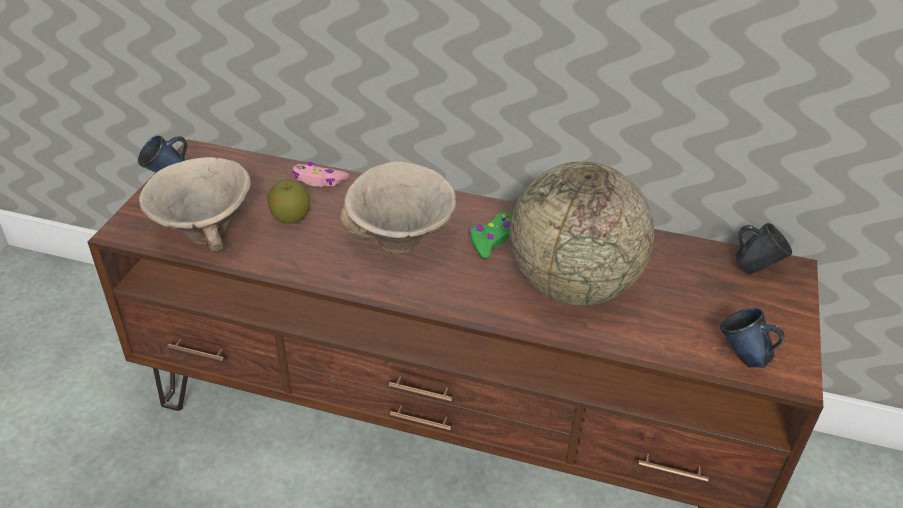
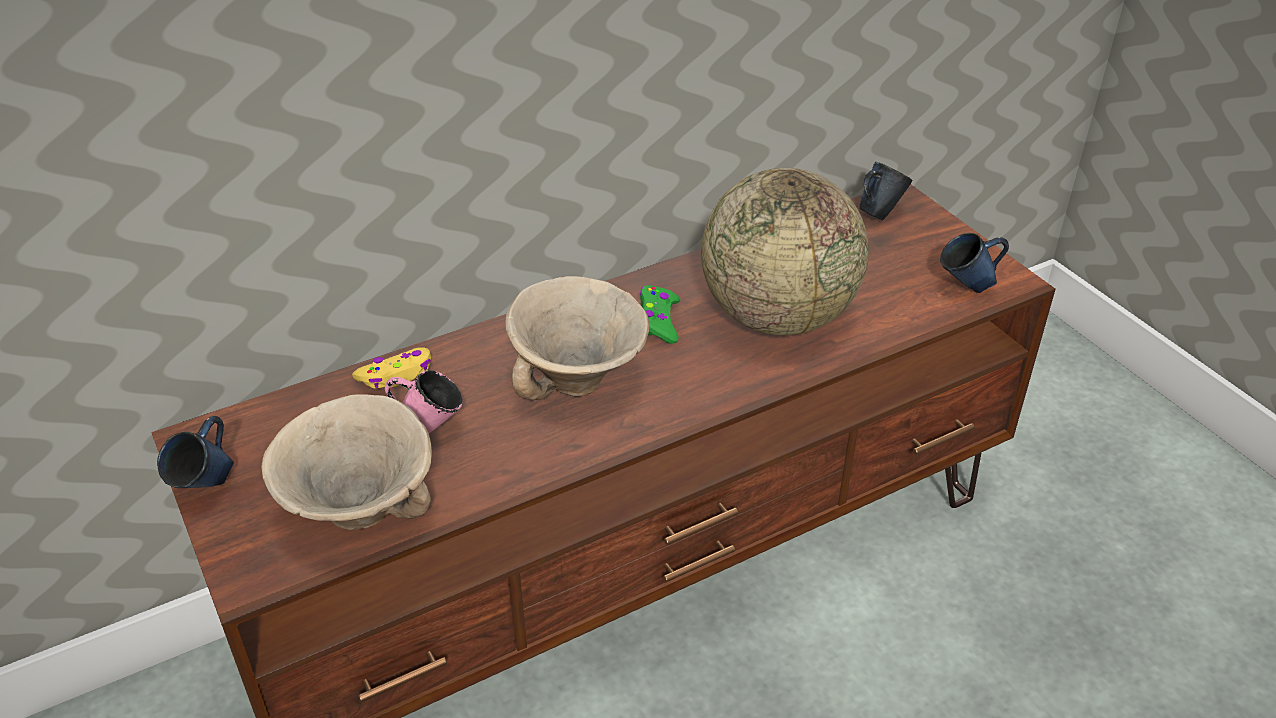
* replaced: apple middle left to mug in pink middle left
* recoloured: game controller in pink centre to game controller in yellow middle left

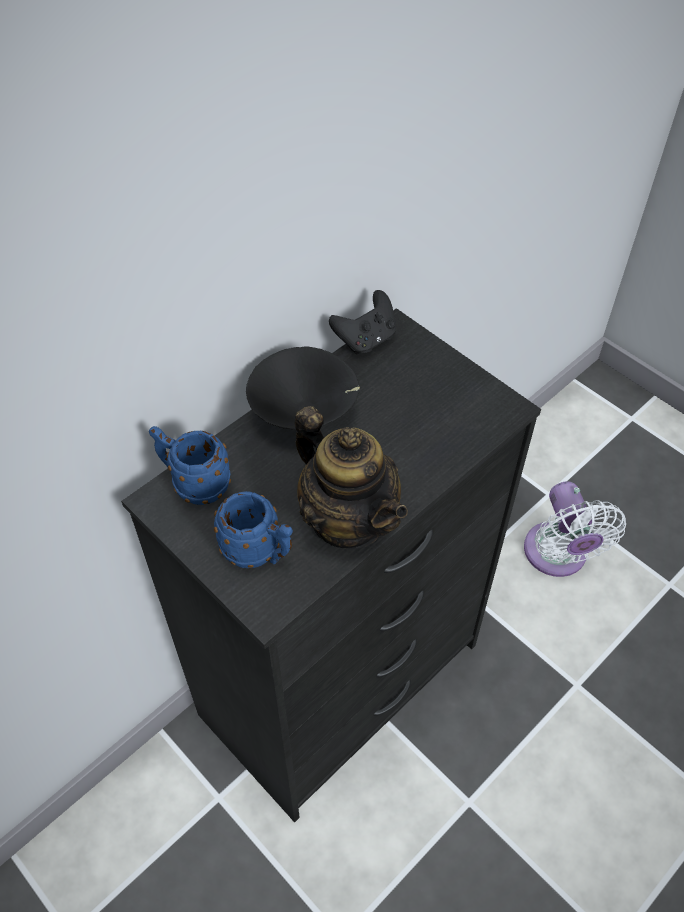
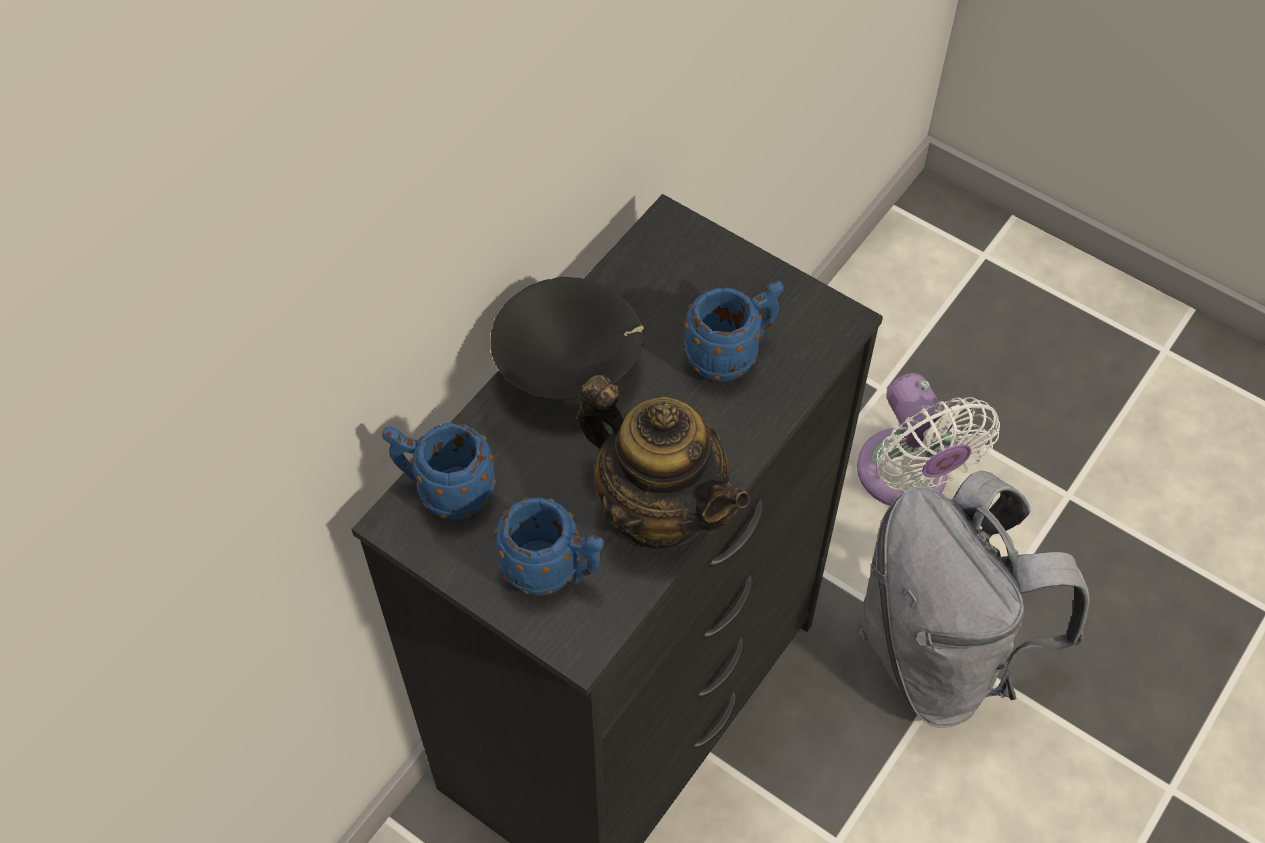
* removed: game controller in black centre
* added: mug in blue (3rd from left) centre
* added: backpack in grey bottom right

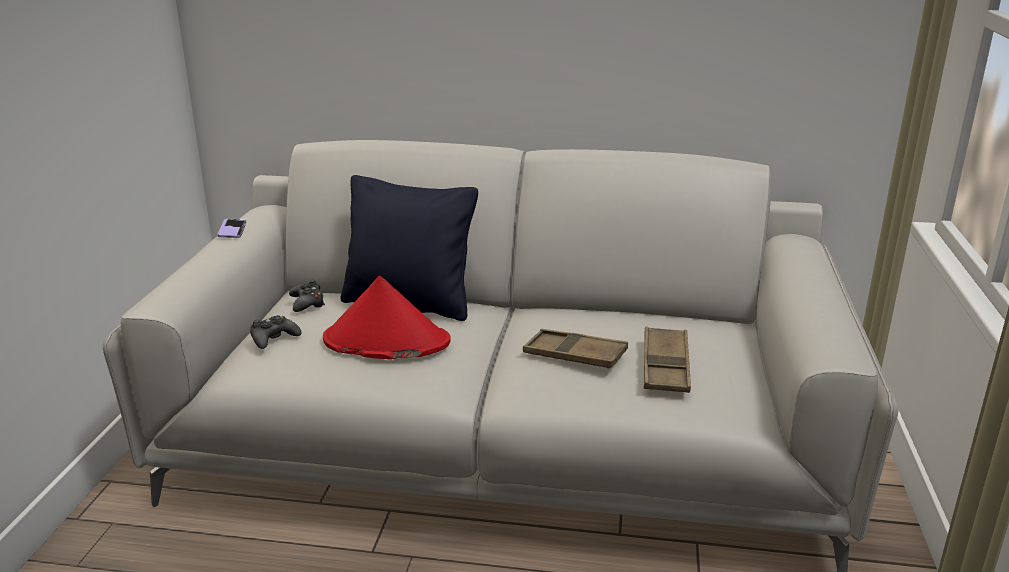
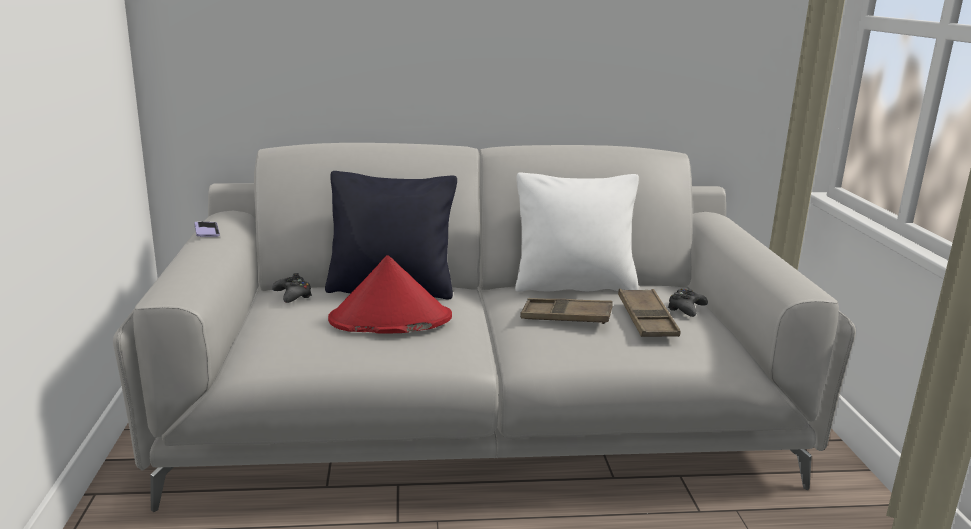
* moved: game controller in black (1st from left in the first image) middle left to game controller in black (2nd from left) middle right
* added: pillow in white centre

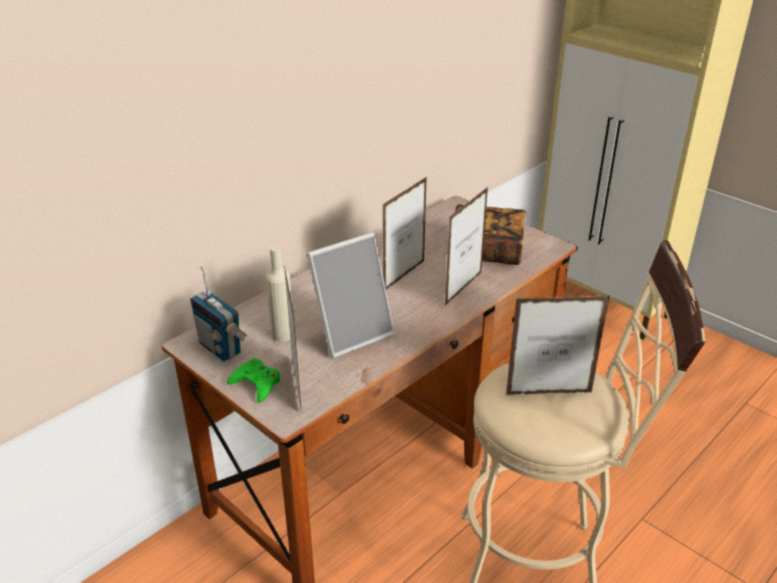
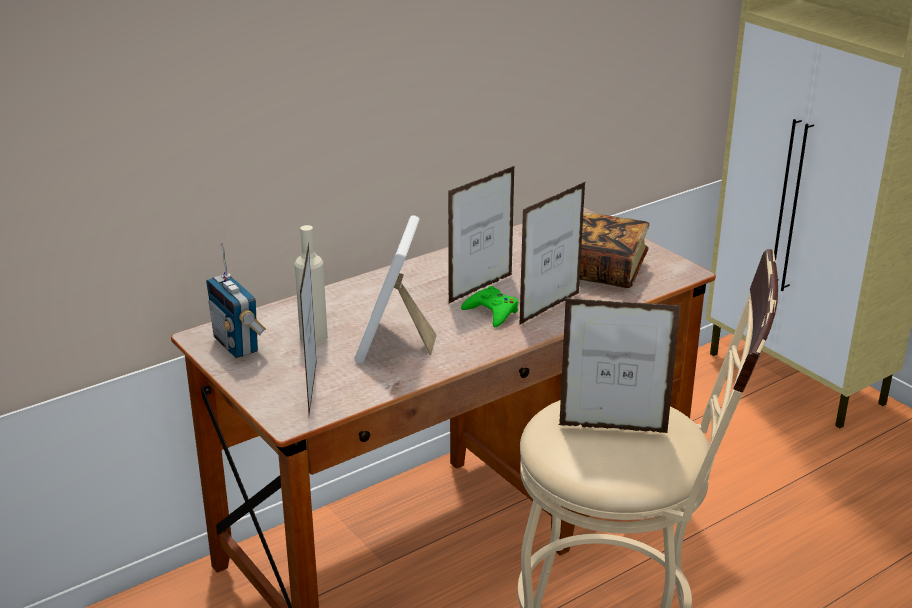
* moved: game controller in green middle left to centre
* turned: picture frame (2nd from left) centre = centre 120 degrees clockwise

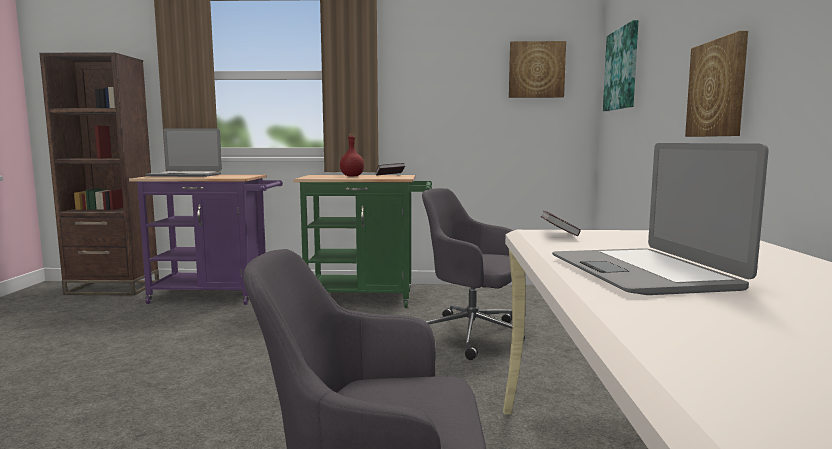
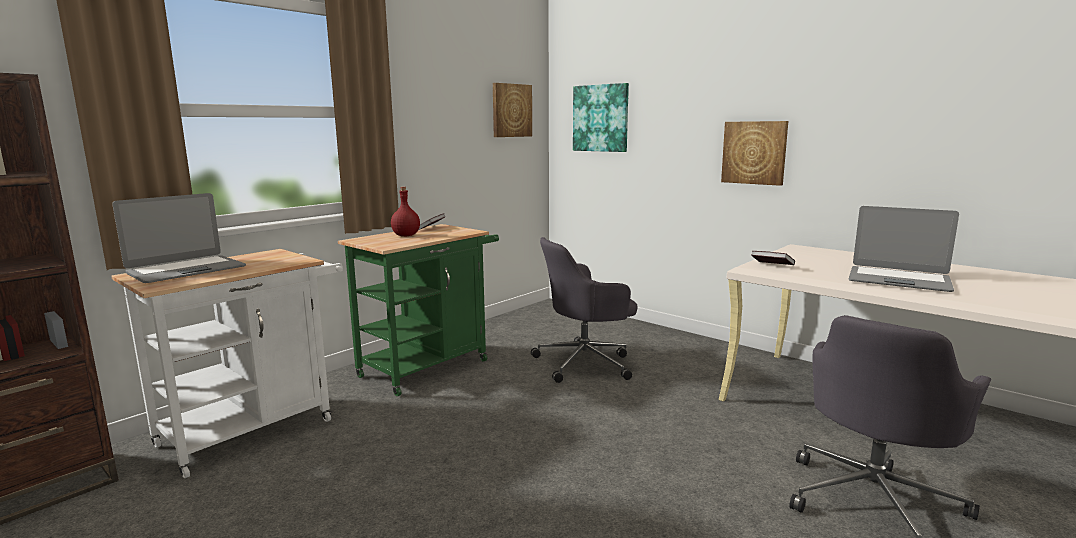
* recoloured: cart in purple middle left to cart in white bottom left

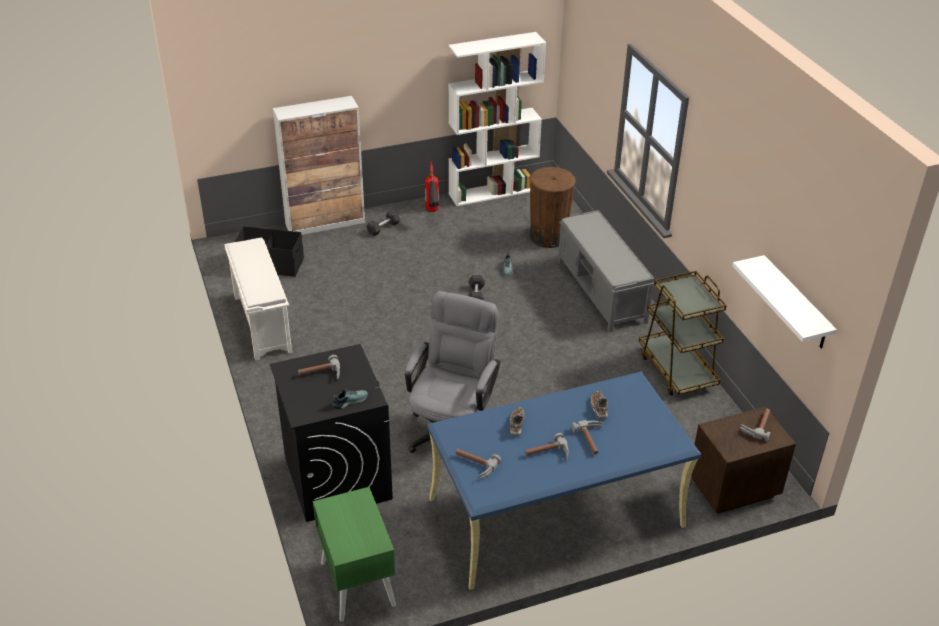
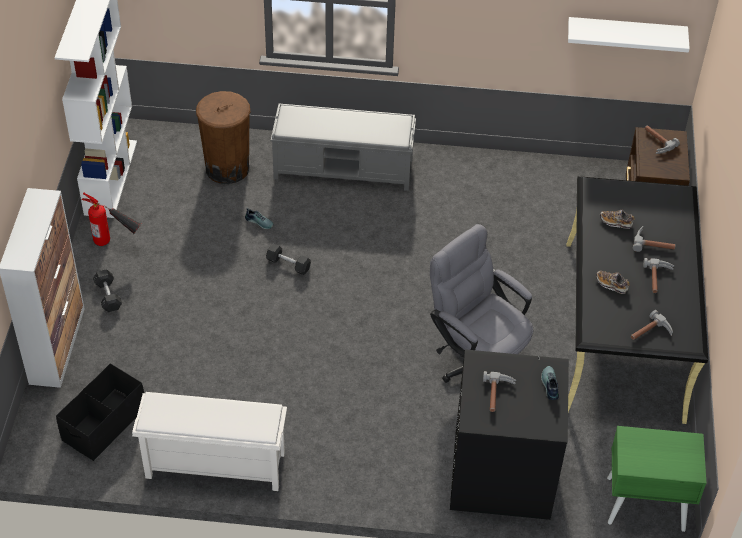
* recoloured: desk in blue bottom centre to desk in black middle right
* removed: cart in brown middle right

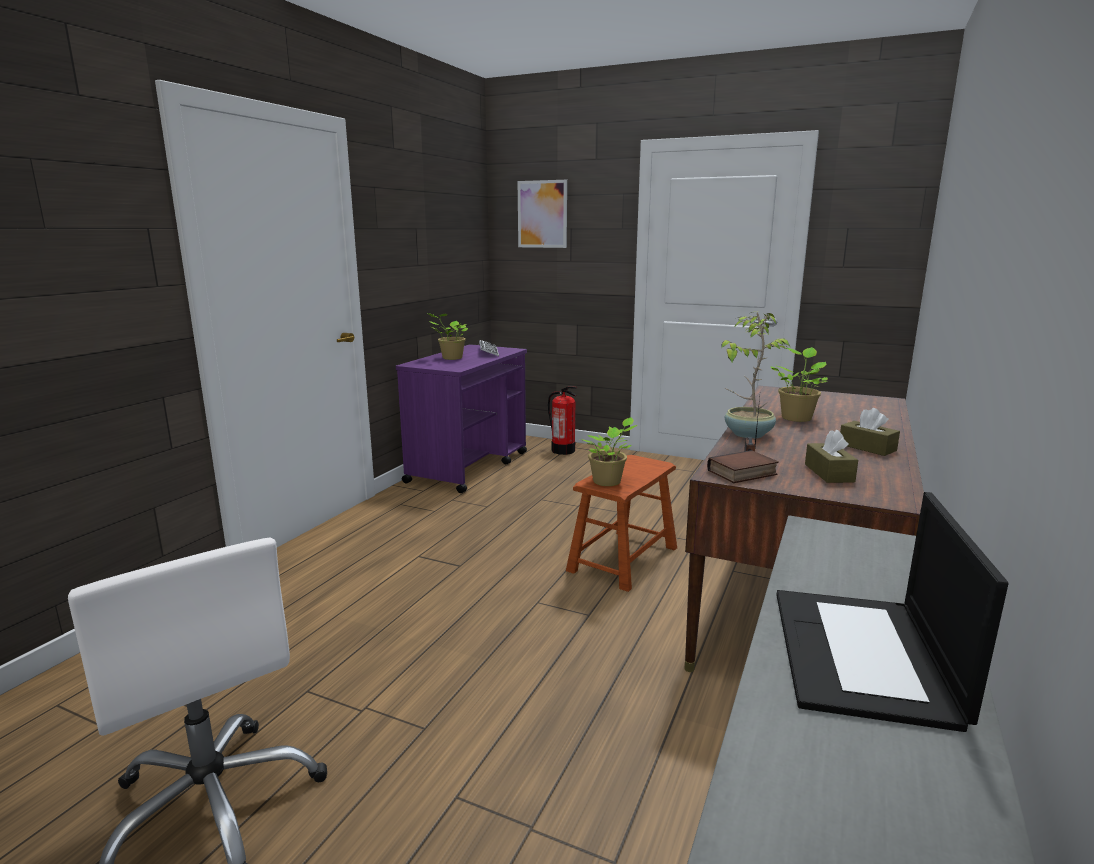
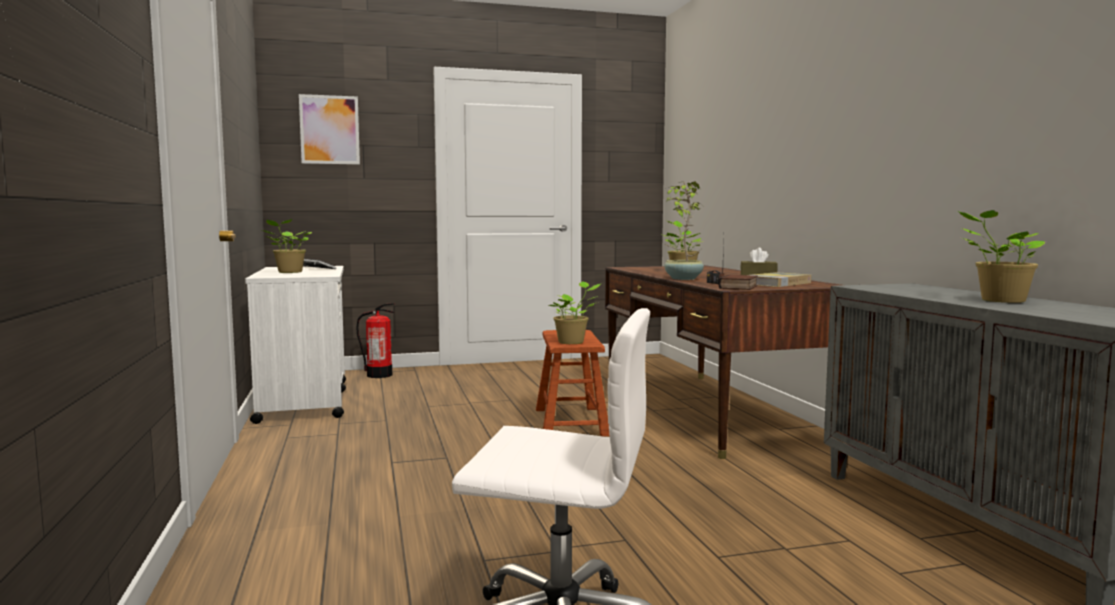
* recoloured: cart in purple centre to cart in white middle left
* replaced: laptop bottom right to potted plant (5th from left) middle right
* replaced: tissue box in brown (1st from left) middle right to book (2nd from left) middle right

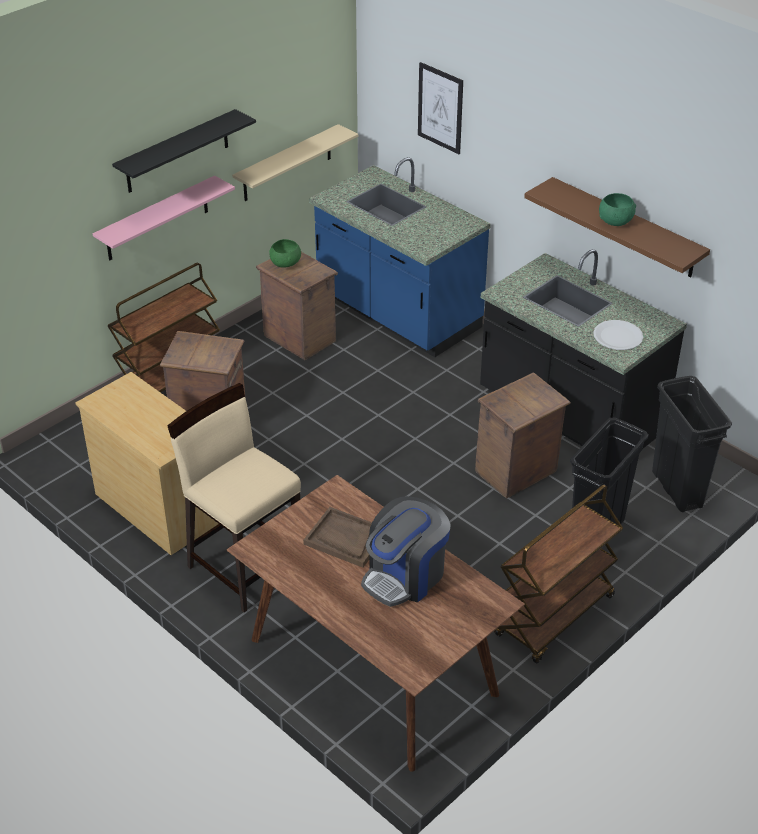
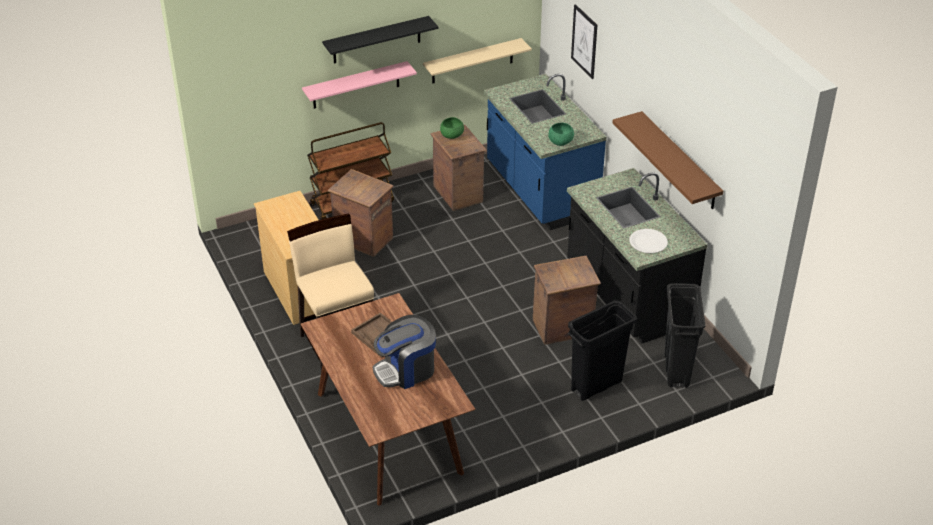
* removed: cart in brown (2nd from left) bottom right
* moved: bowl in green (2nd from left) top right to top centre

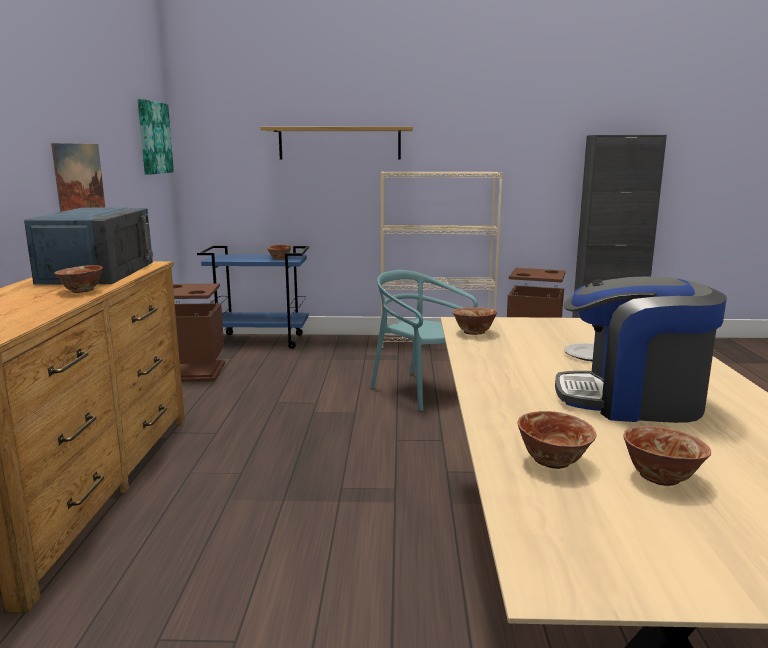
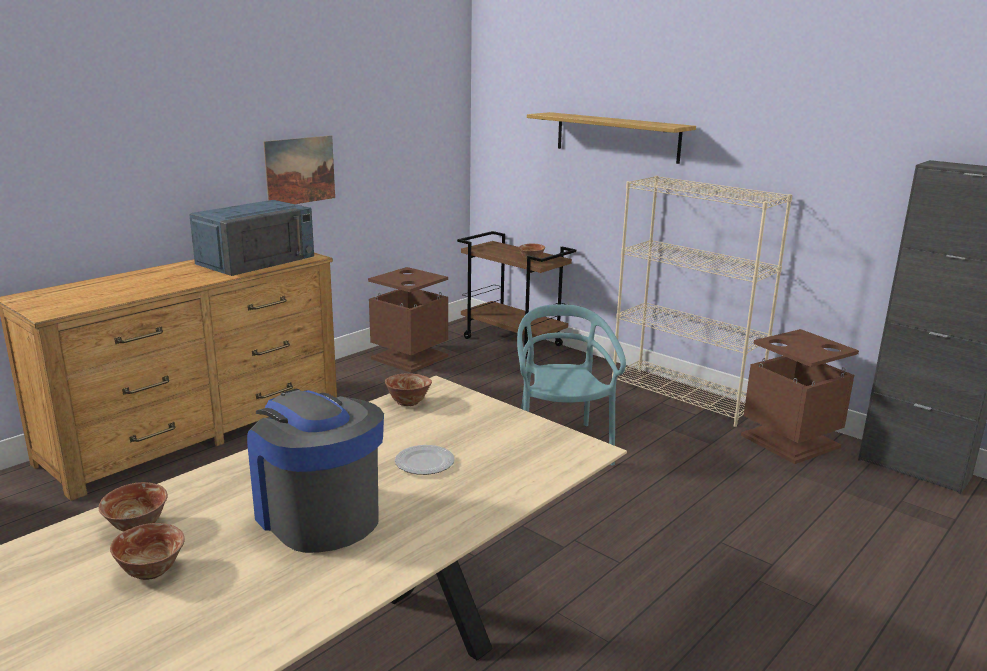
* removed: bowl (1st from left) middle left
* removed: picture (2nd from left) top left
* recoloured: cart in blue middle left to cart in brown centre

